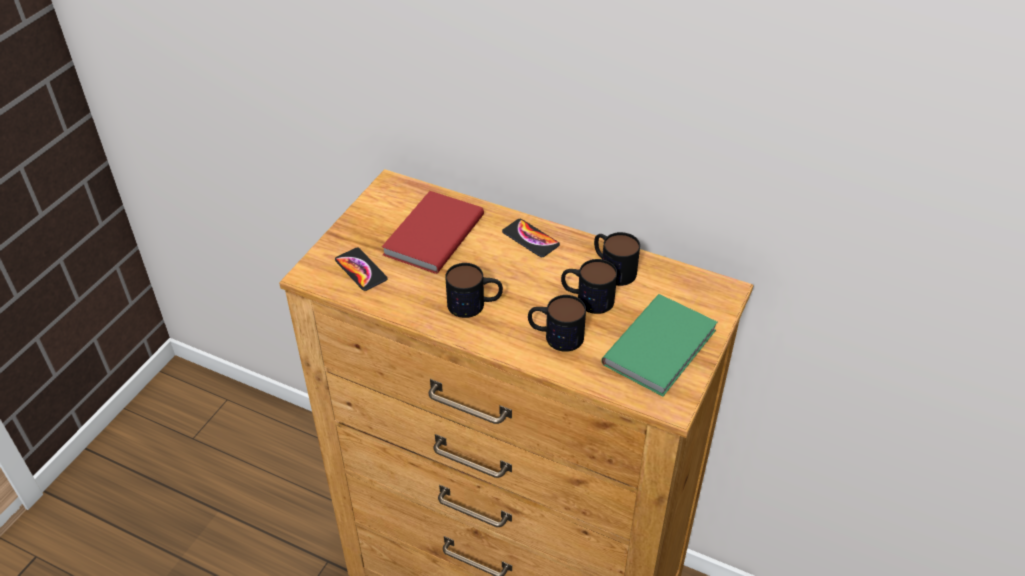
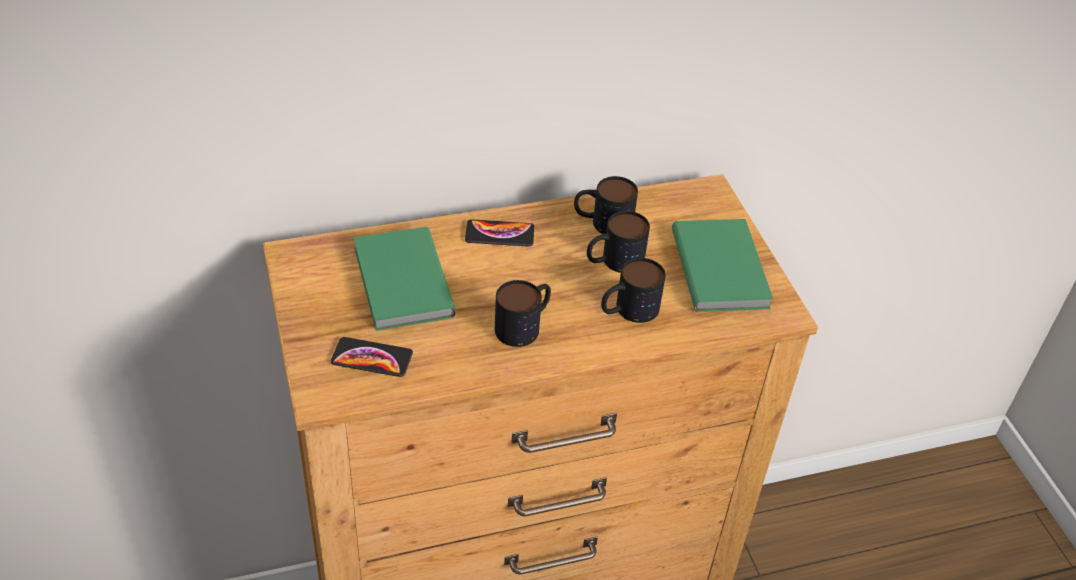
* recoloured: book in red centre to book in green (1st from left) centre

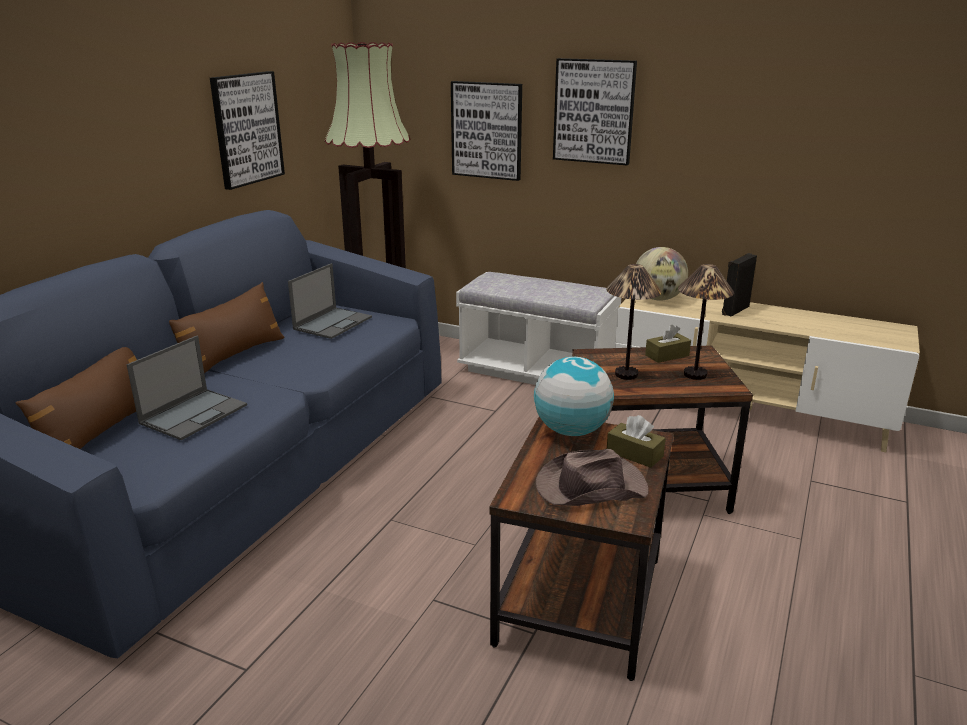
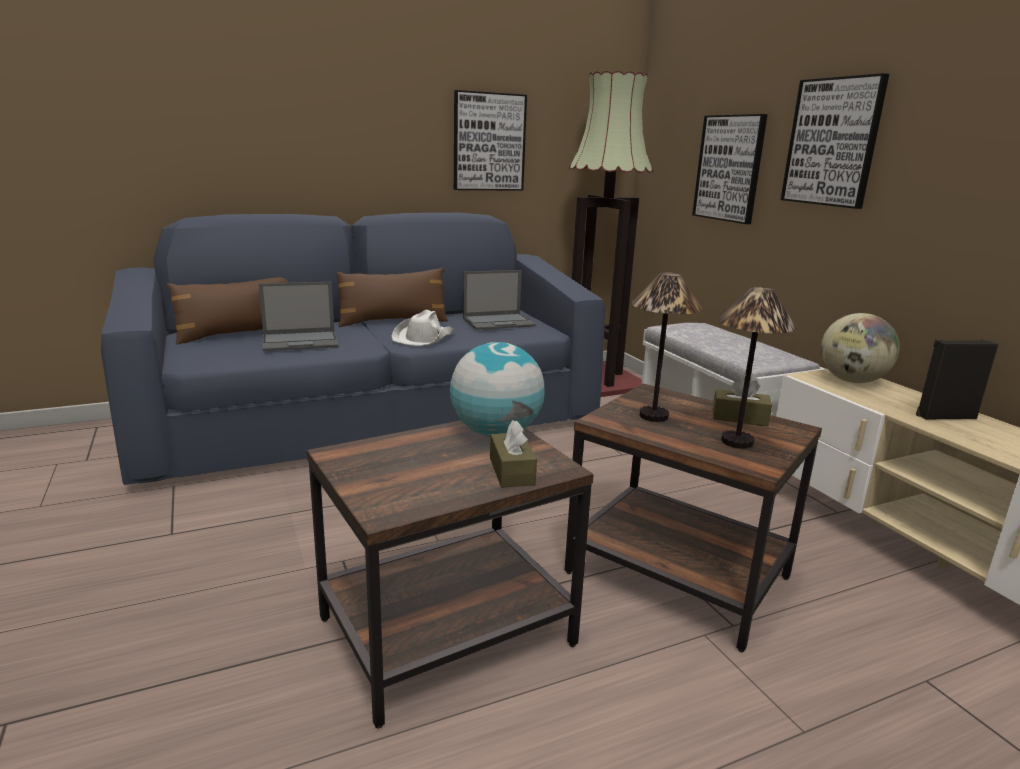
* removed: hat in brown centre
* added: hat in white centre

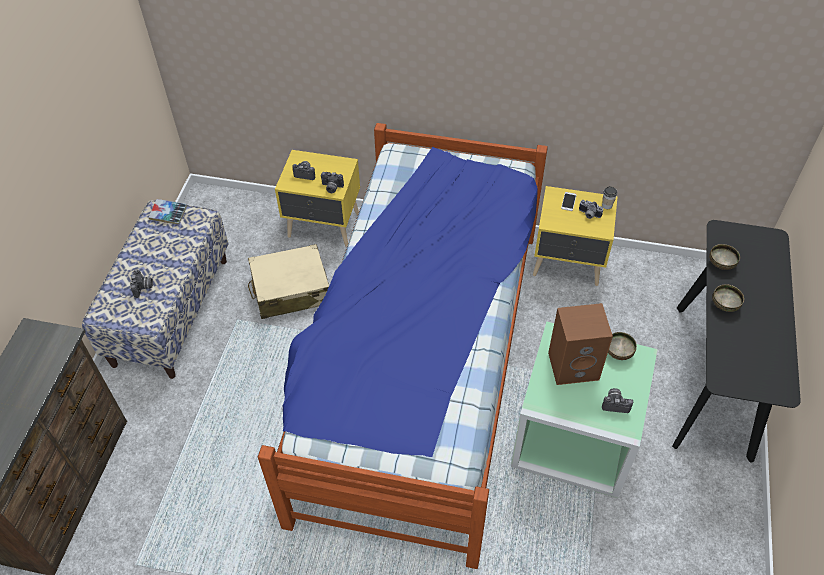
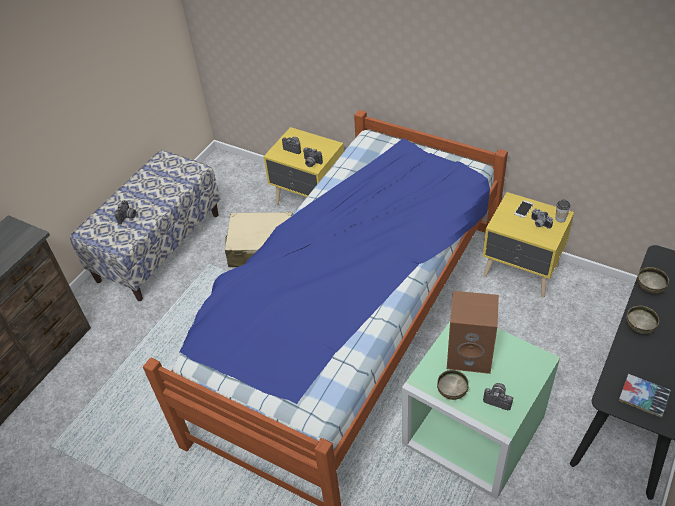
* moved: book middle left to bottom right
* moved: bowl (1st from left) middle right to bottom right

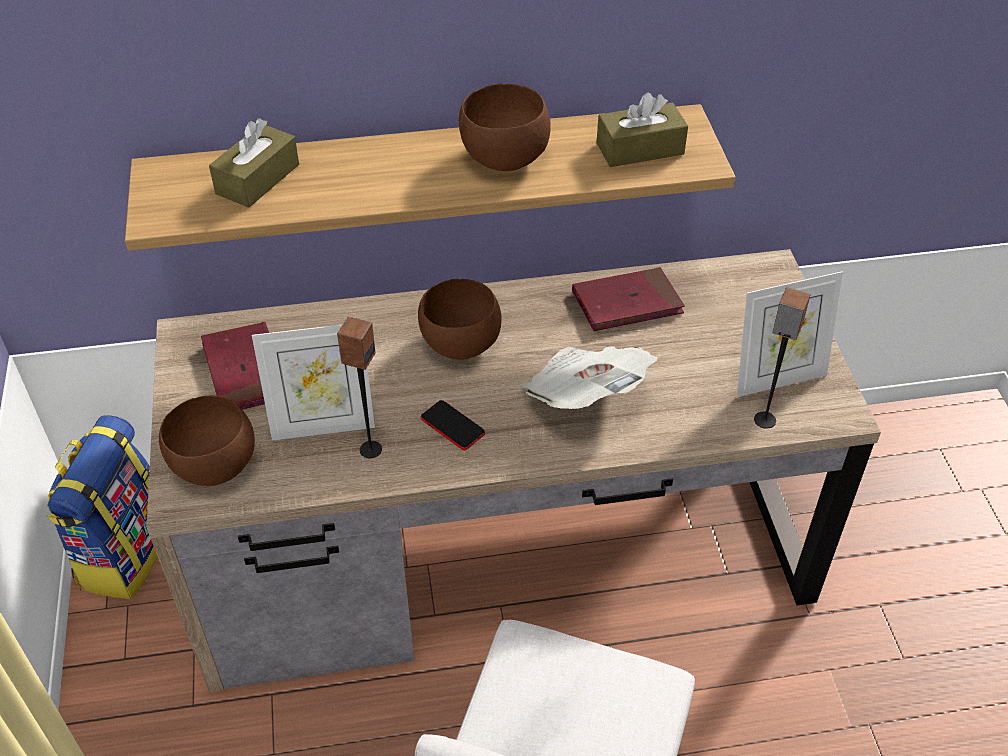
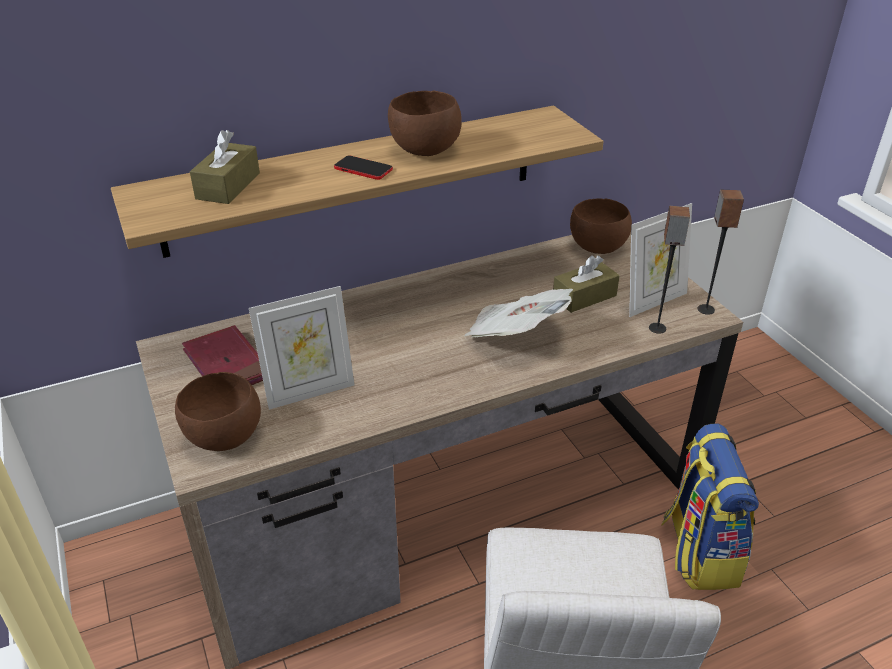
* moved: backpack bottom left to bottom right
* moved: speaker (1st from left in the first image) centre to speaker (2nd from left) middle right
* moved: bowl in brown (2nd from left in the first image) centre to bowl in brown (3rd from left) middle right
* moved: phone centre to top centre
* removed: book in red (2nd from left) centre
* moved: tissue box in brown (2nd from left) top centre to centre

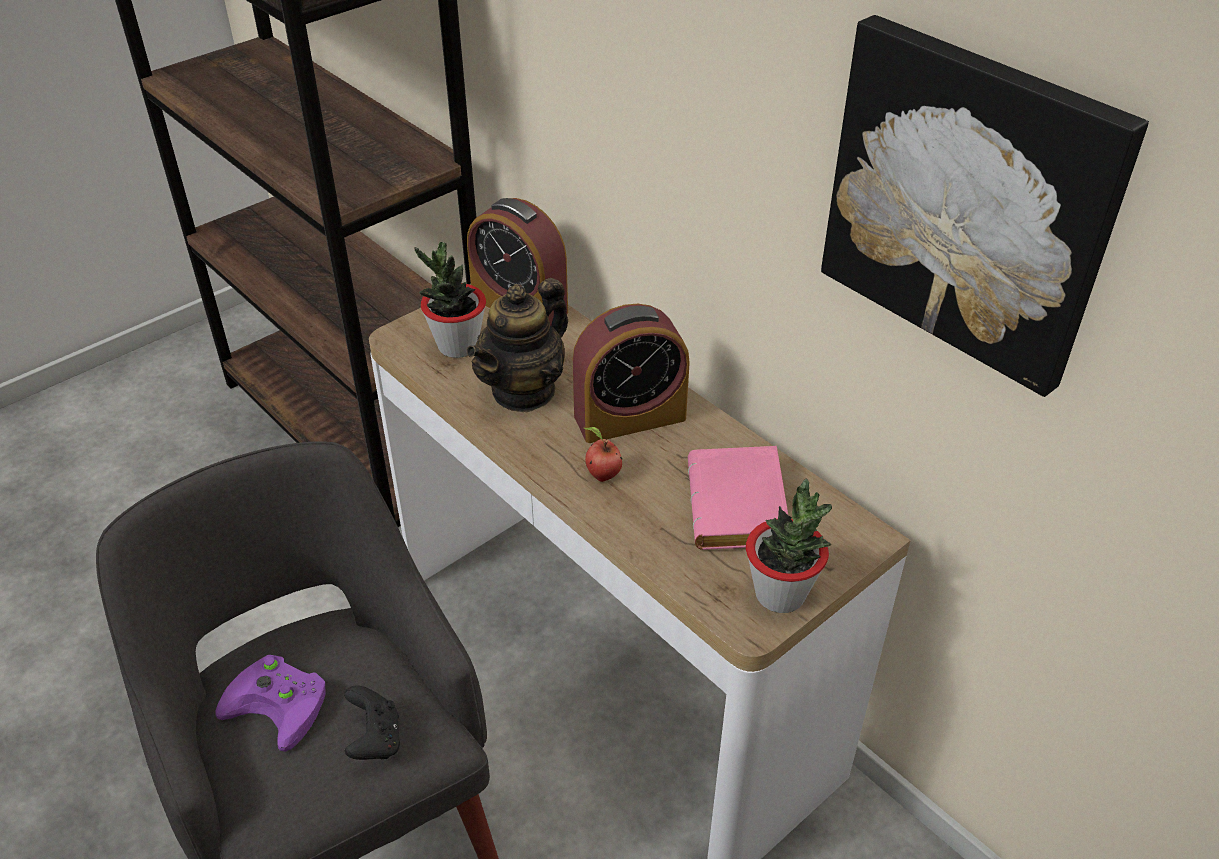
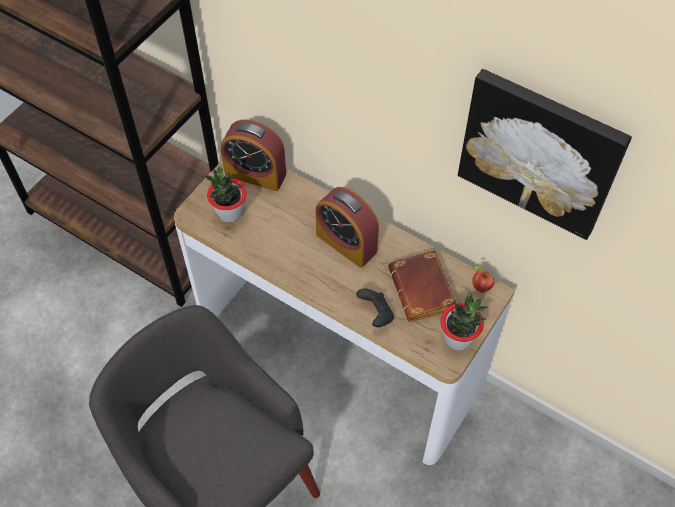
* removed: game controller in purple bottom left
* moved: game controller in black bottom left to centre
* removed: teapot centre
* turned: alarm clock (2nd from left) centre = centre 75 degrees clockwise
* moved: apple centre to middle right
* recoloured: book in pink centre to book in brown centre

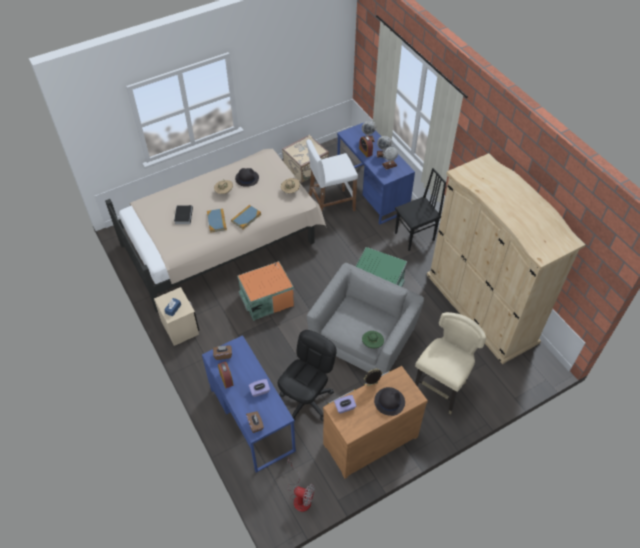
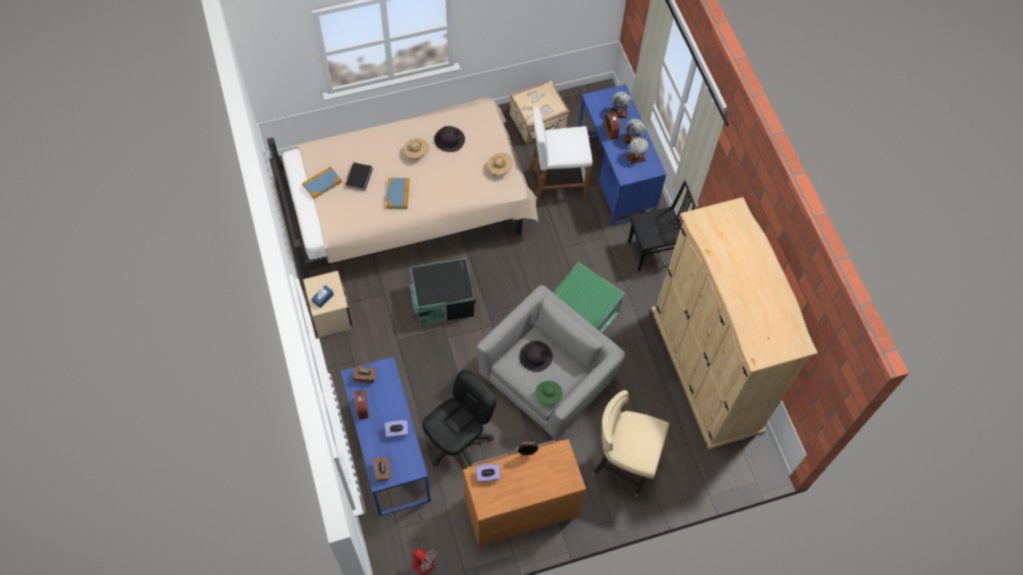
* moved: book (3rd from left in the first image) centre to book (1st from left) top left
* recoloured: storage box in orange centre to storage box in black centre
* moved: hat in black (2nd from left) bottom centre to centre
* turned: chair in beige middle right = bottom centre 120 degrees counterclockwise

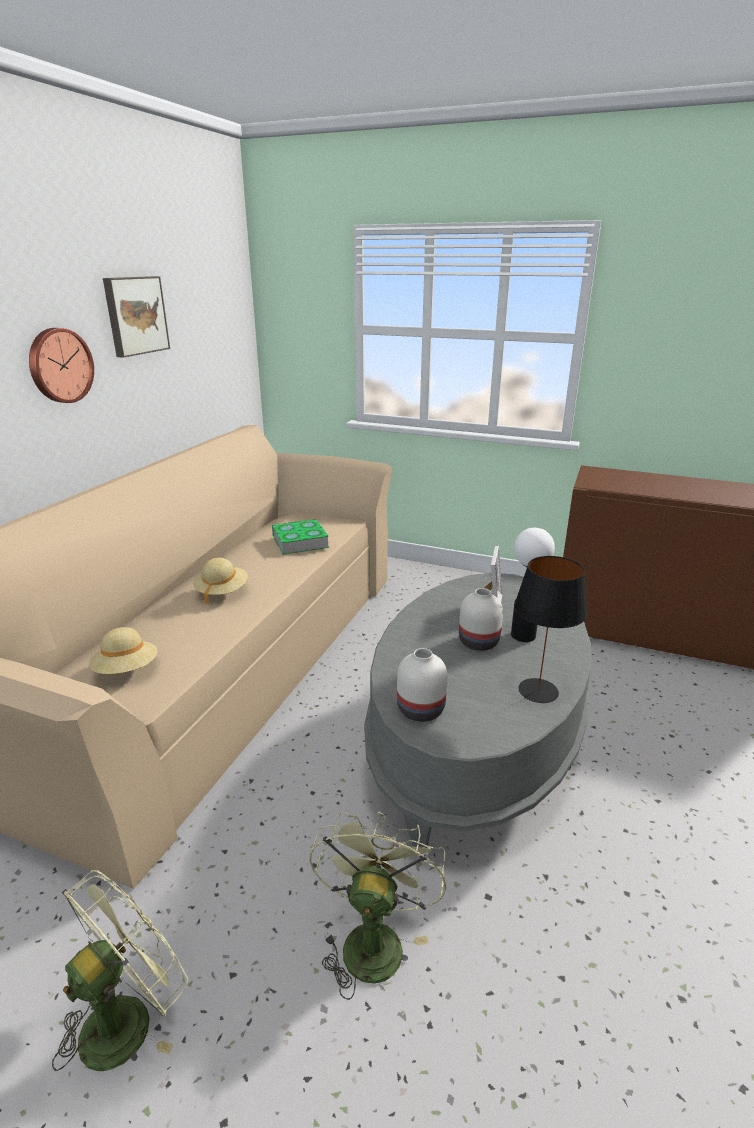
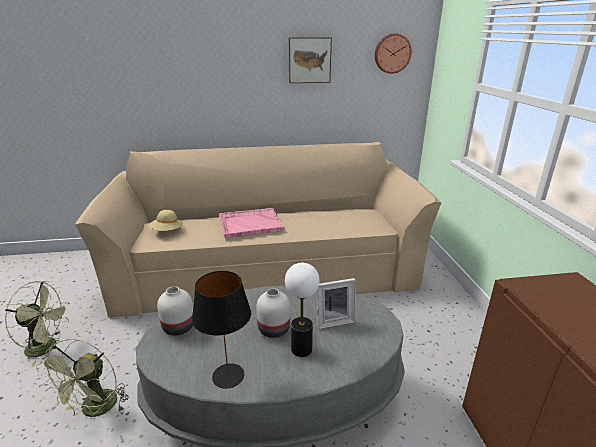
* moved: wall clock top left to top centre
* replaced: hat in beige (2nd from left) middle left to tray in pink centre
* removed: book centre
* turned: fan in green (2nd from left) bottom centre = bottom left 120 degrees clockwise

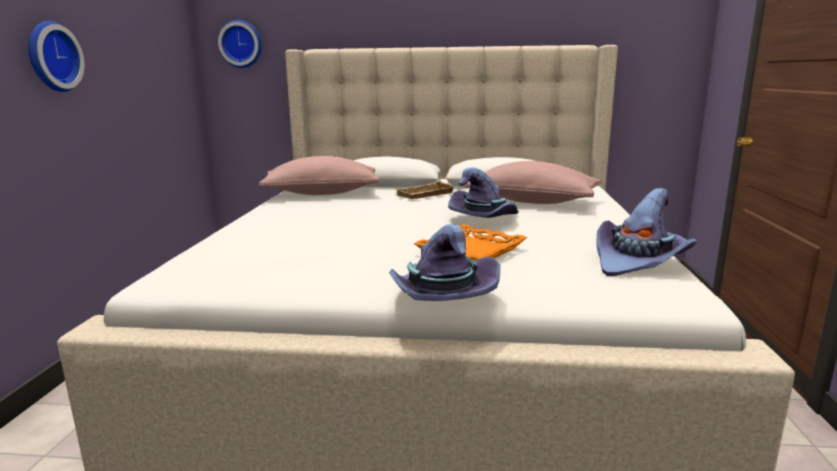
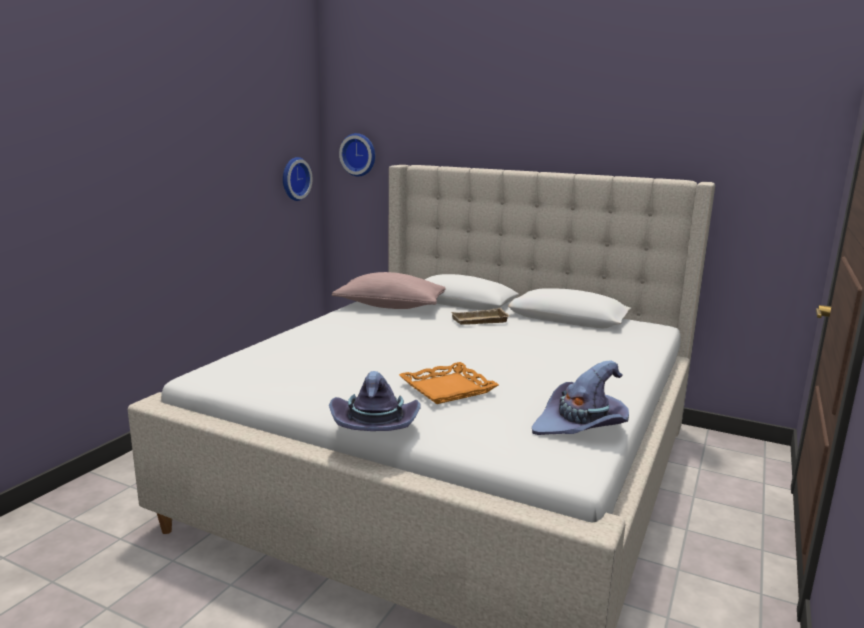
* moved: wall clock (1st from left) top left to top centre
* removed: hat in purple (2nd from left) centre
* removed: pillow in pink (2nd from left) centre

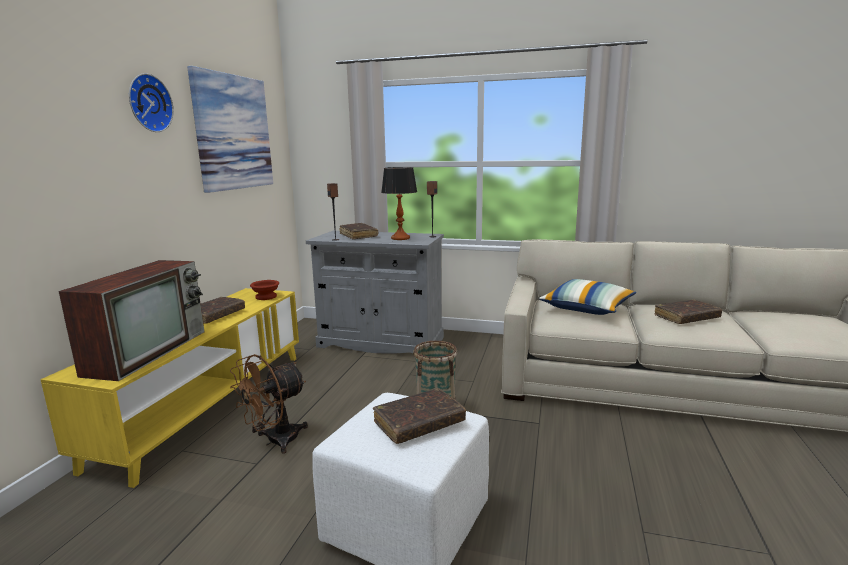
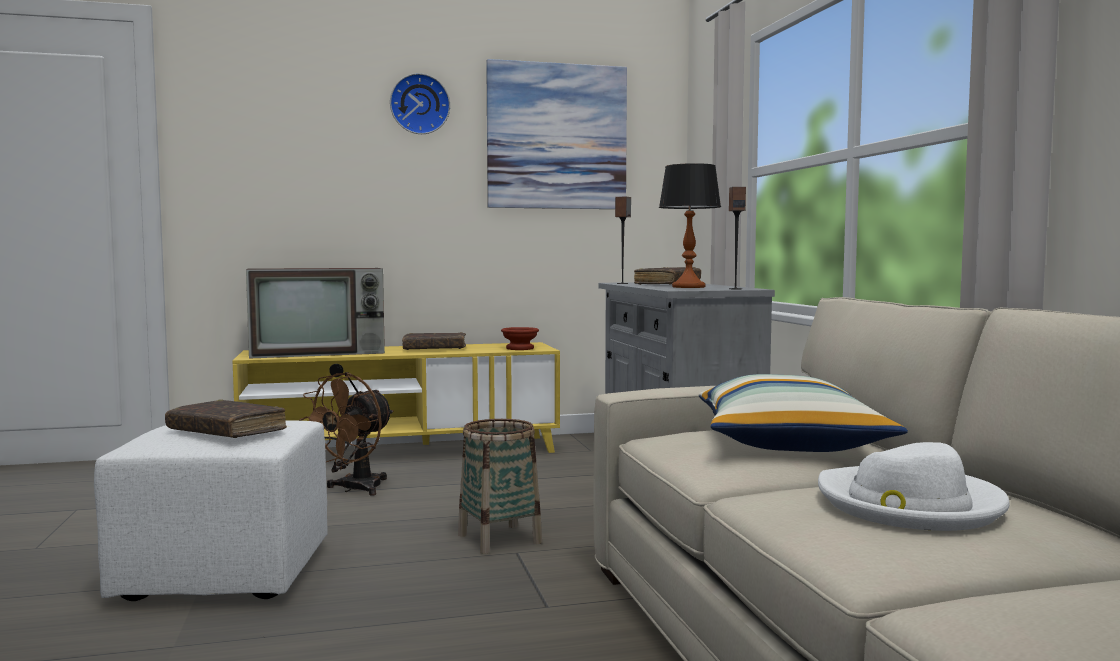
* turned: fan in brown bottom left = middle left 75 degrees counterclockwise
* replaced: book in brown (4th from left) middle right to hat in white bottom right

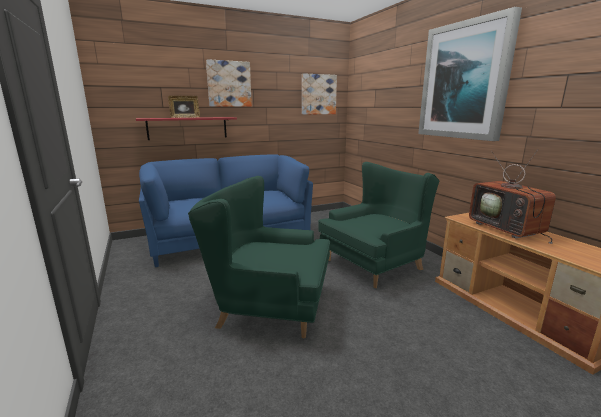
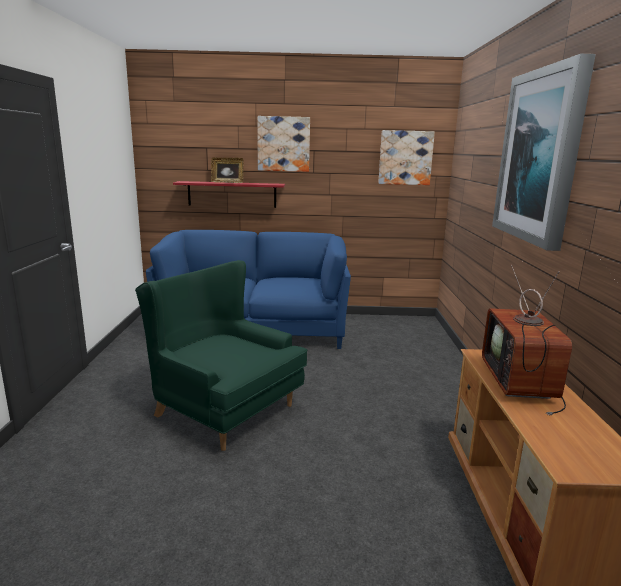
* removed: armchair in green (2nd from left) centre

